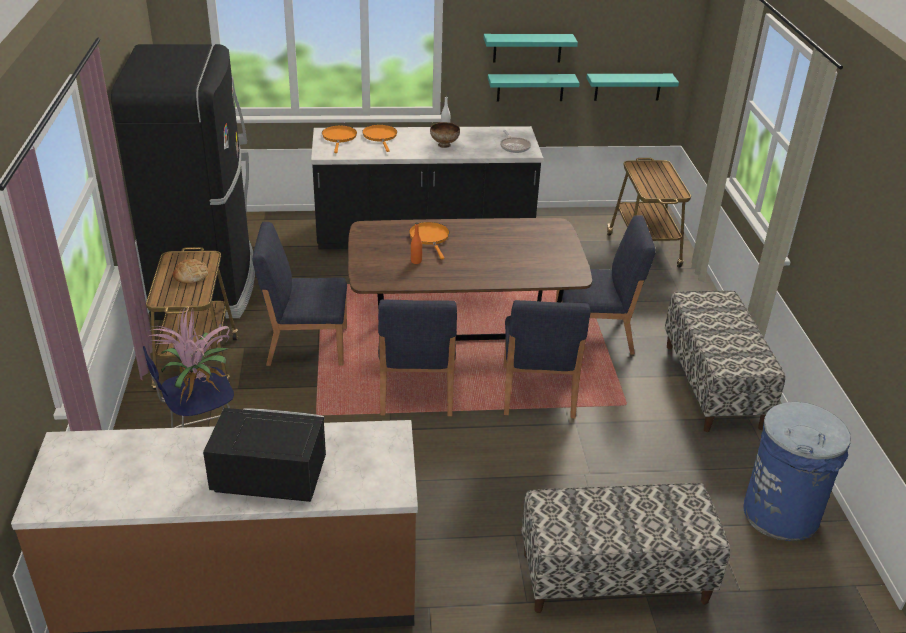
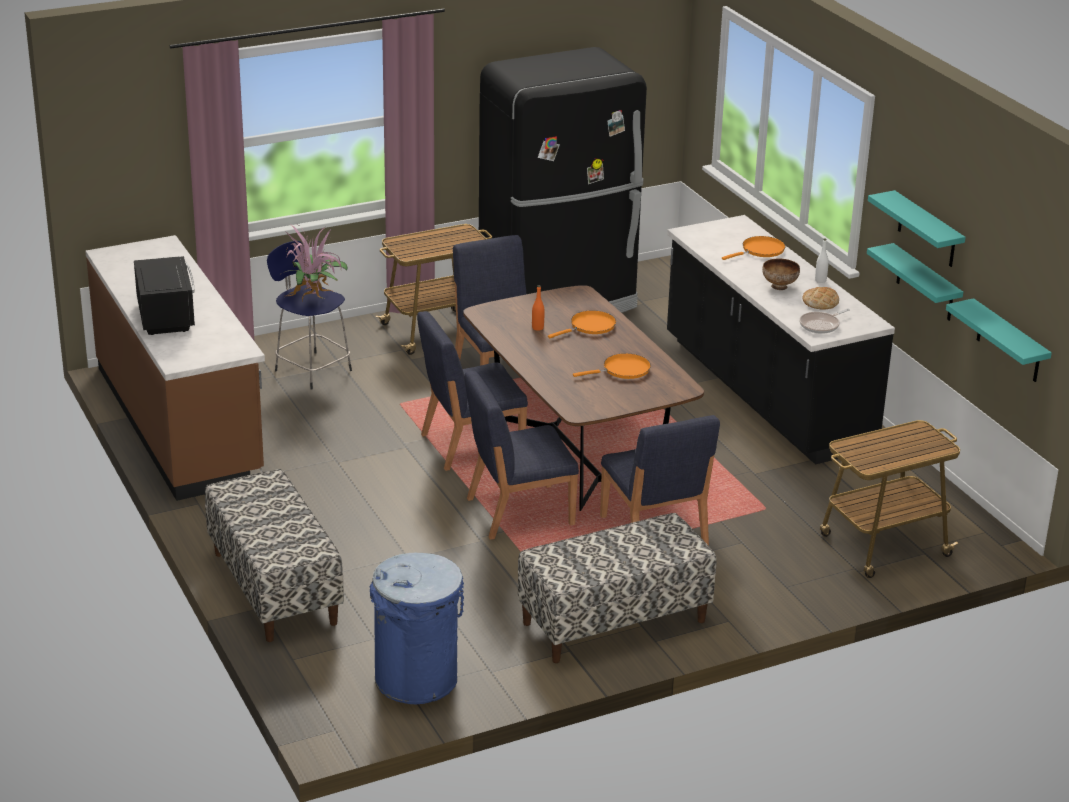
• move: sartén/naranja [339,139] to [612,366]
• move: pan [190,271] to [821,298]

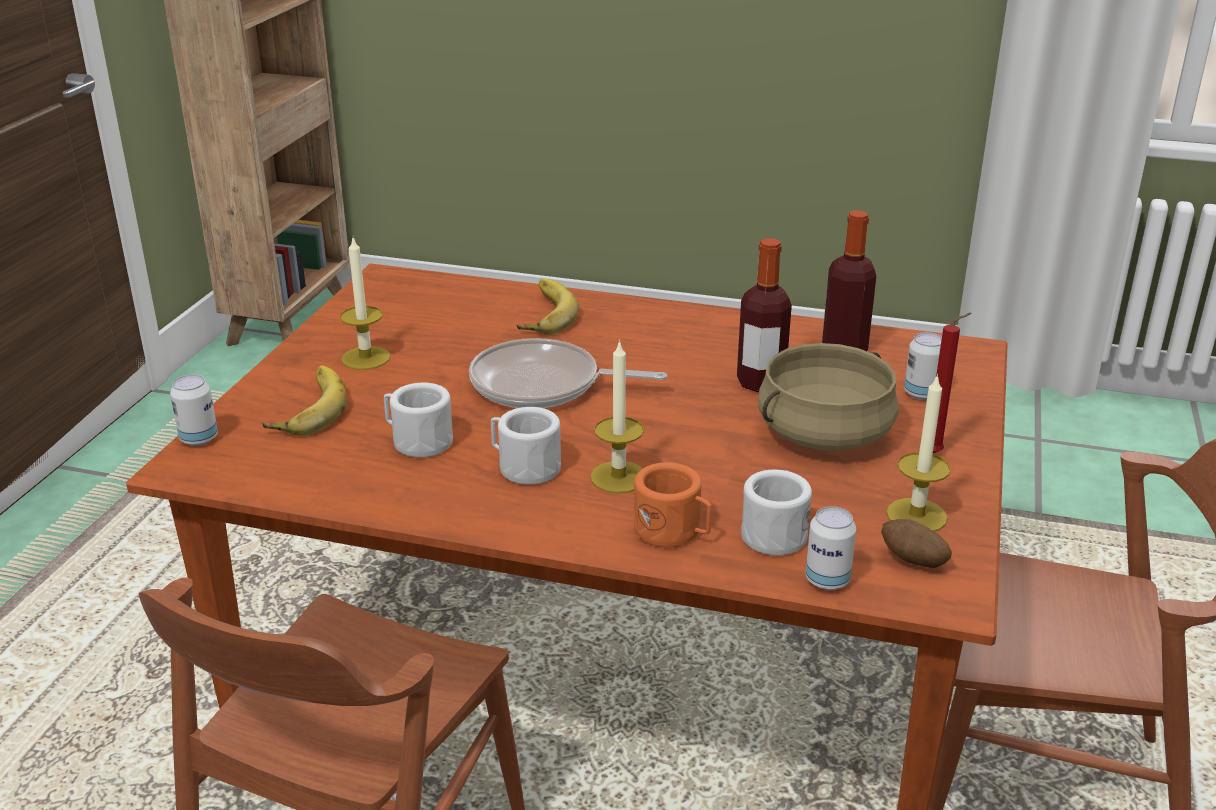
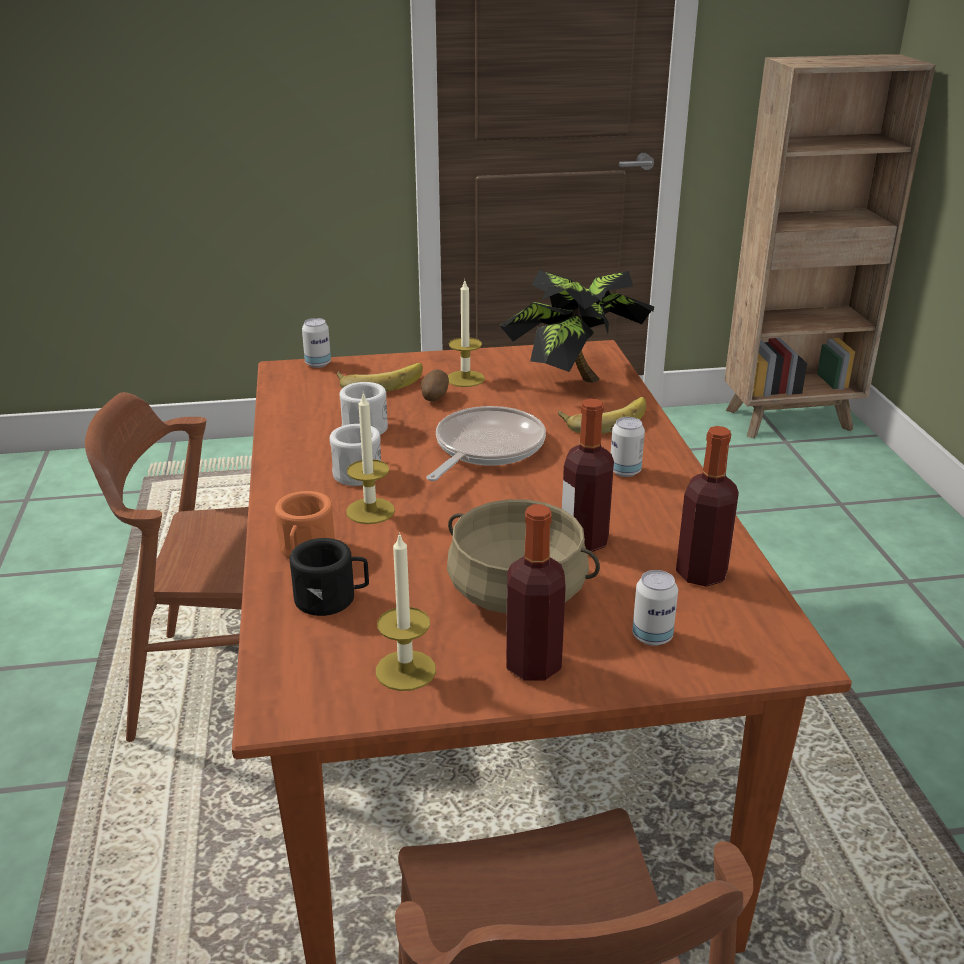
• recolor: taza grande/blanco [776,513] to taza grande/negro [329,577]
• move: patata [916,543] to [435,385]
• rotate: sartén [568,373] = [486,443] 45 degrees clockwise
• insert: planta en maceta [576,326]
• replace: vela/rojo [952,383] to botella [536,592]
• move: lata [830,548] to [628,447]

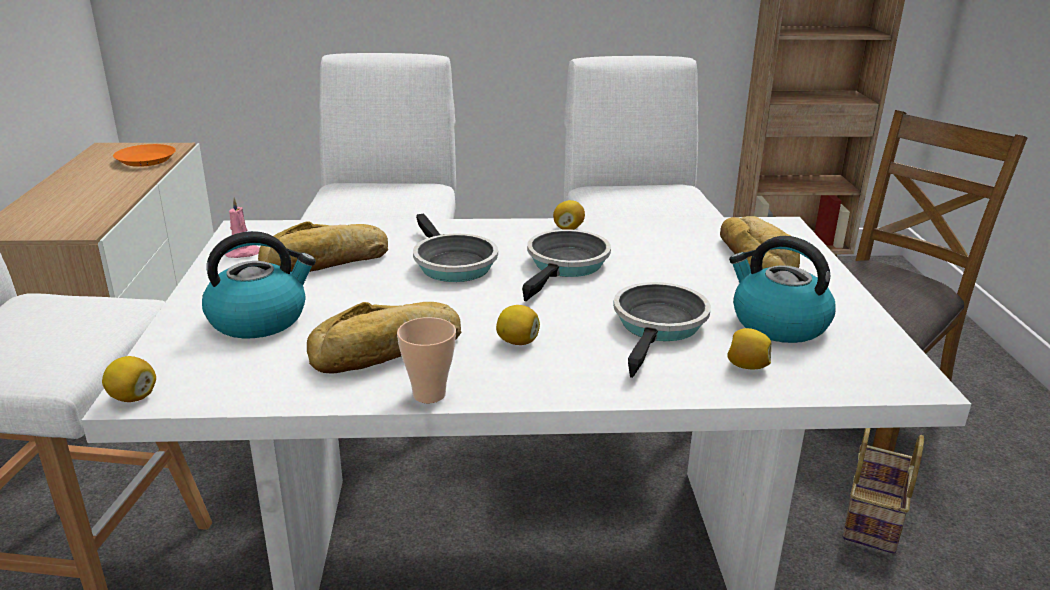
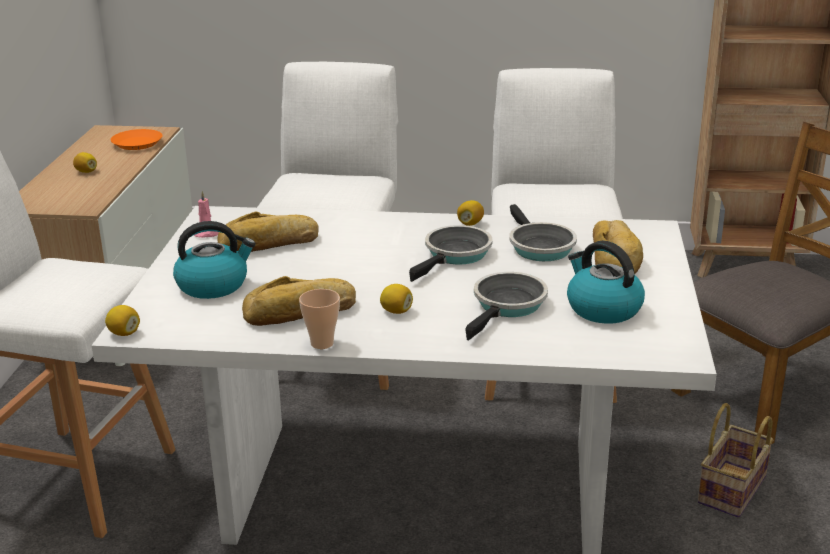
• move: limón [749,348] to [85,162]
• move: sartén [455,248] to [543,232]

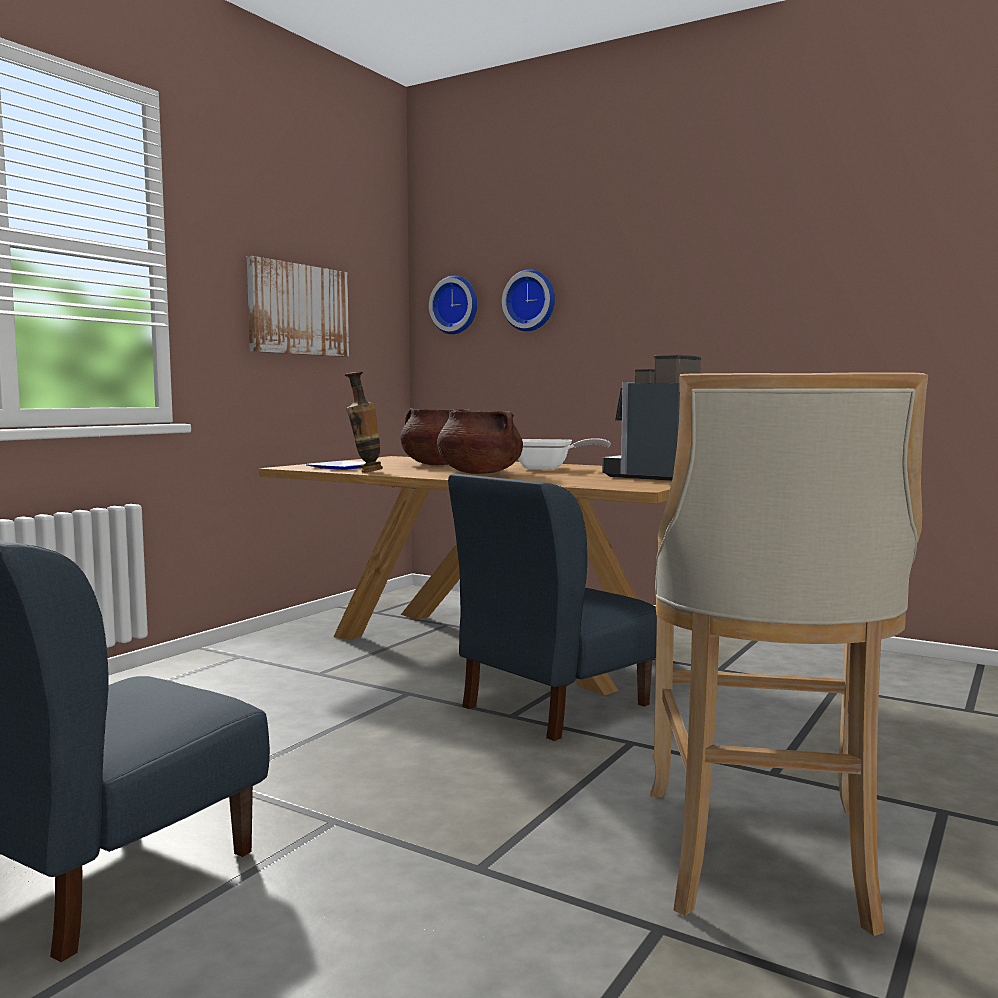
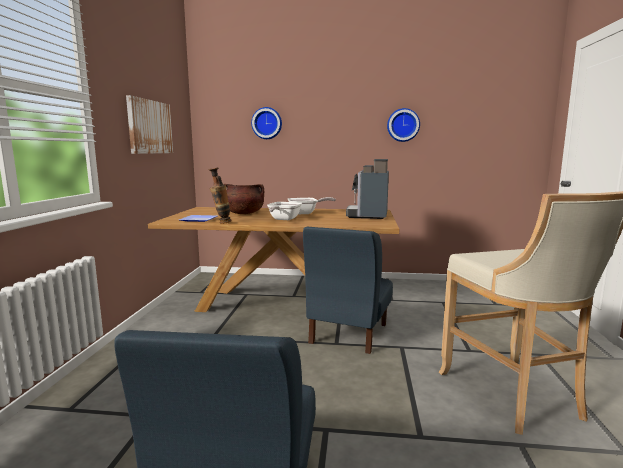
• replace: olla/marrón [480,442] to sartén [284,211]
• move: reloj de pared [453,305] to [403,125]

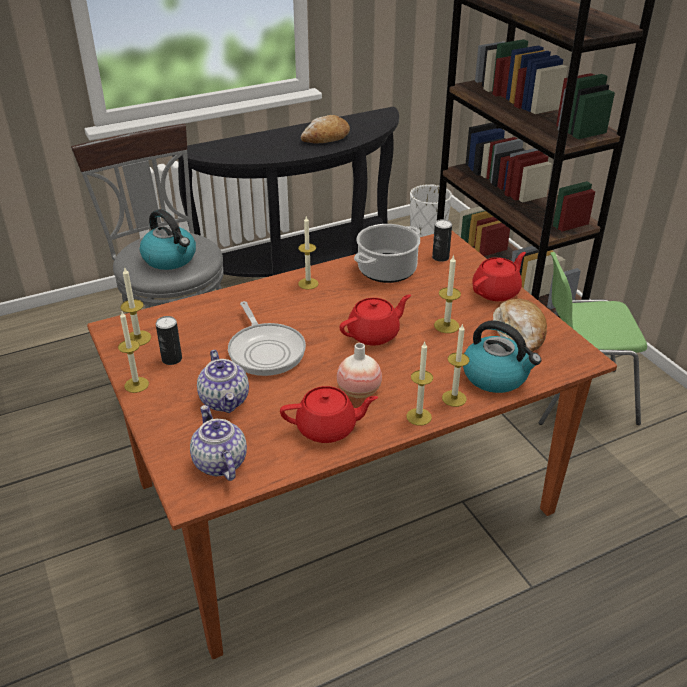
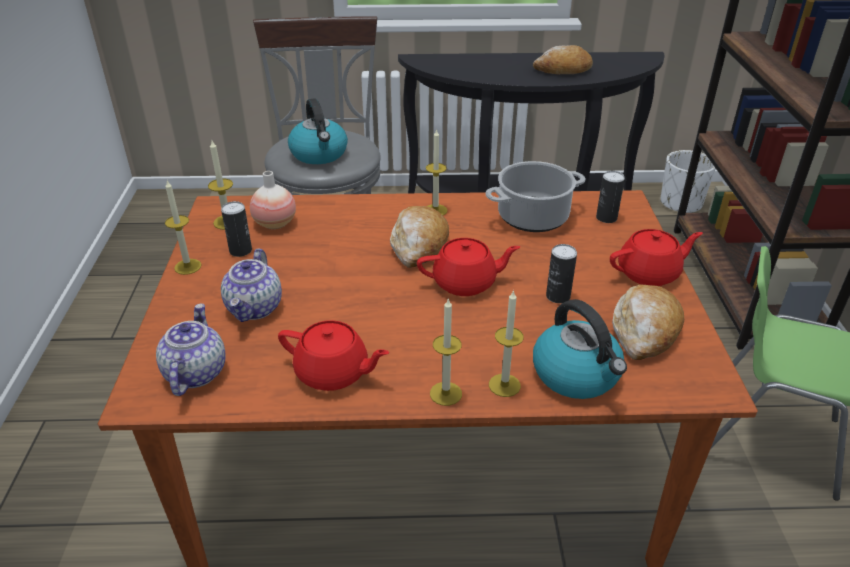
• move: florero [359,370] to [273,200]
• insert: pan [419,237]
• replace: vela [447,294] to lata [561,273]
• delete: sartén [267,338]

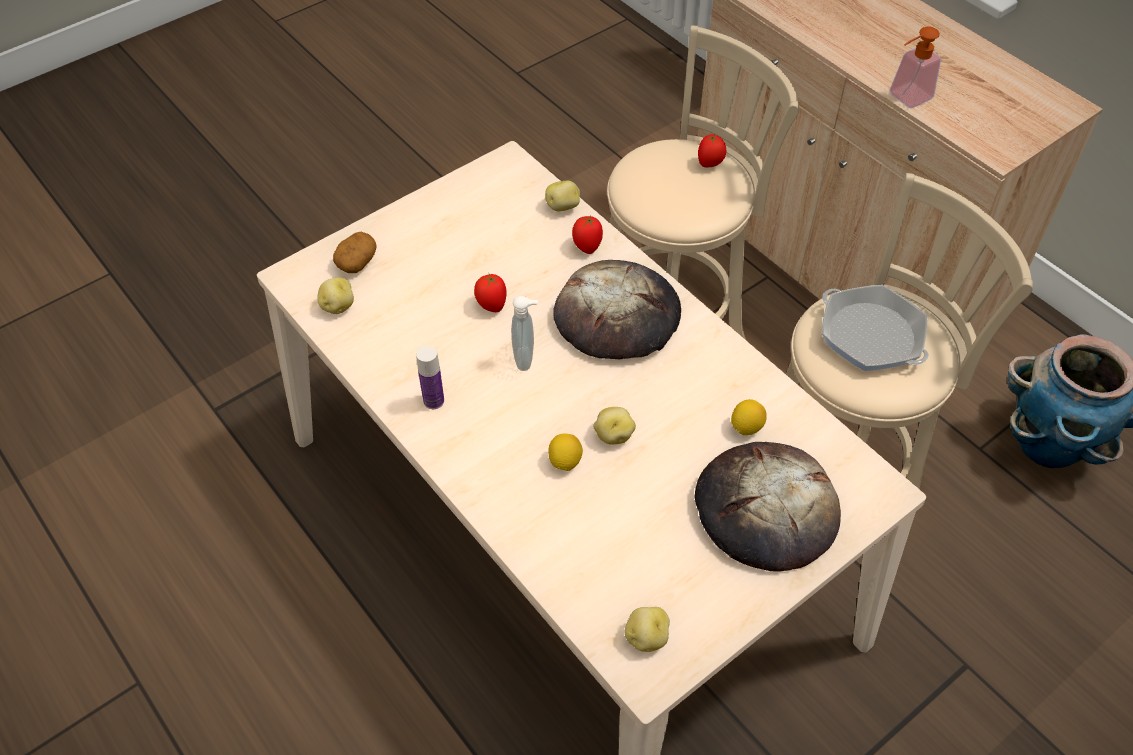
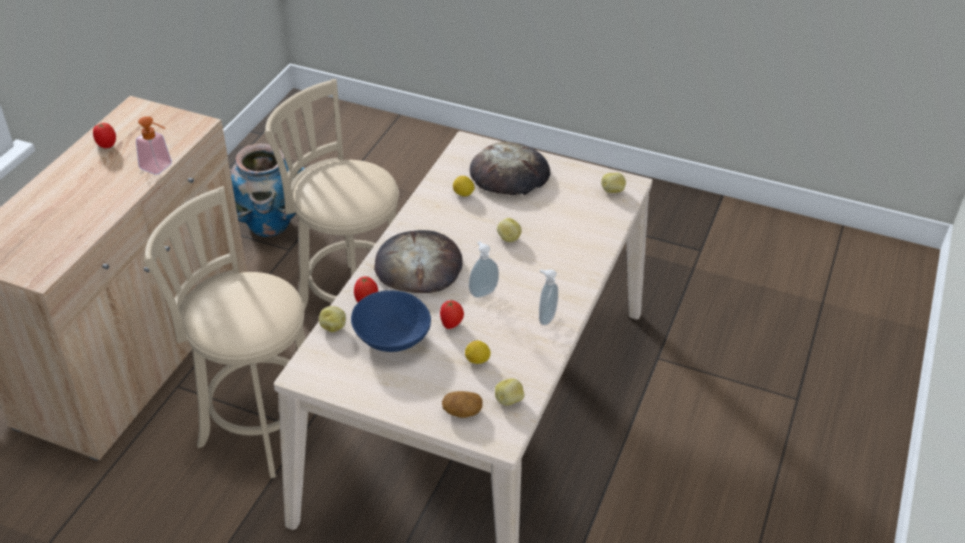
• move: tomate [712,150] to [104,135]
• insert: cuenco/azul [391,321]
• move: limón [565,452] to [478,352]
• replace: botella [430,377] to dispensador de jabón [548,297]
• delete: sartén [875,328]

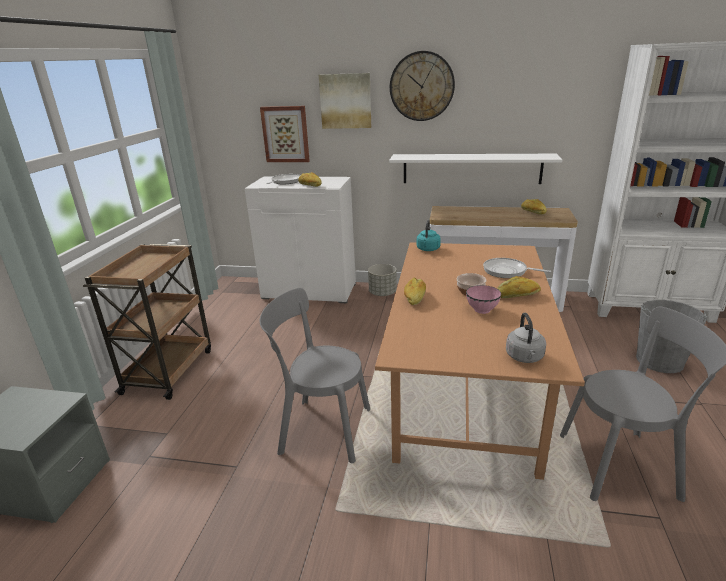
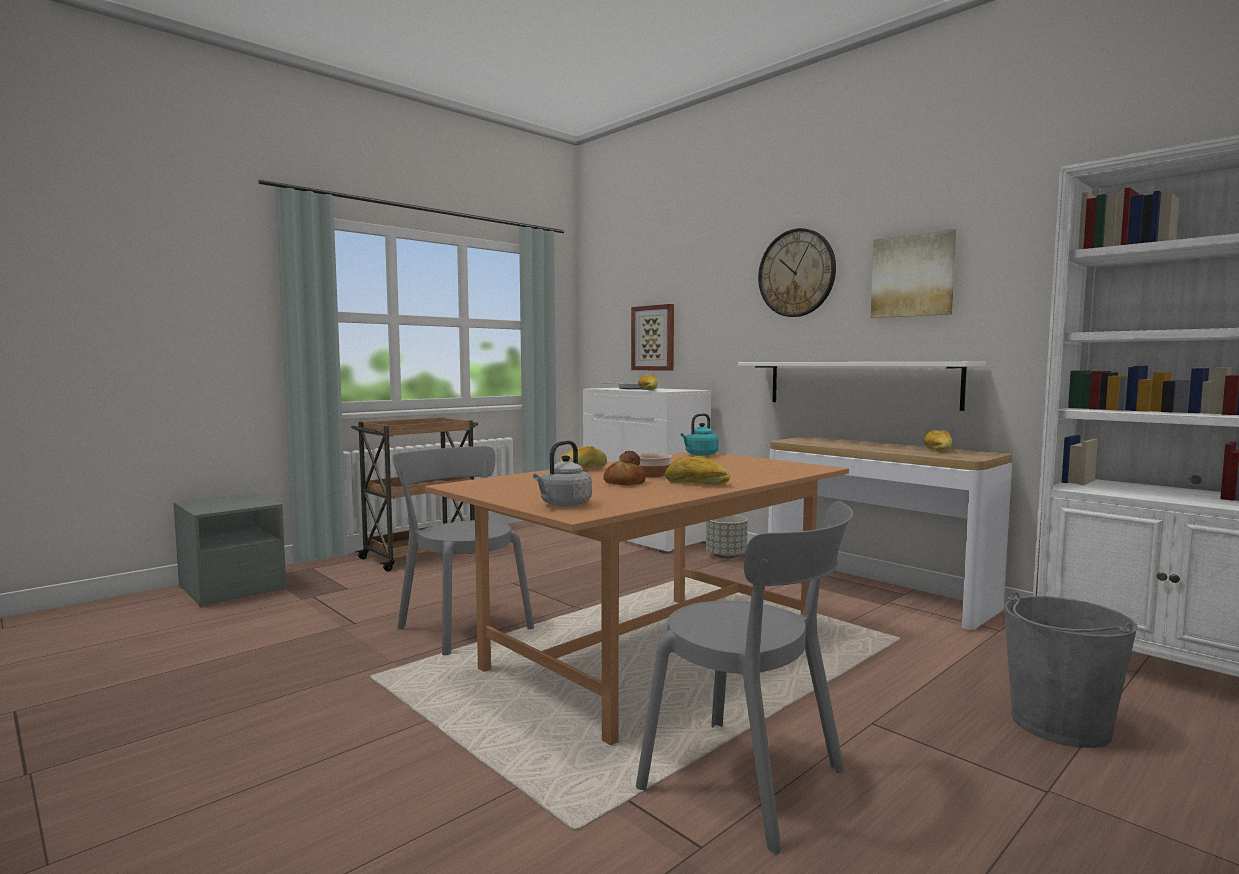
• replace: cuenco/rosa [483,299] to pan [624,468]
• move: cuadro [345,101] to [913,273]
• delete: sartén [517,268]

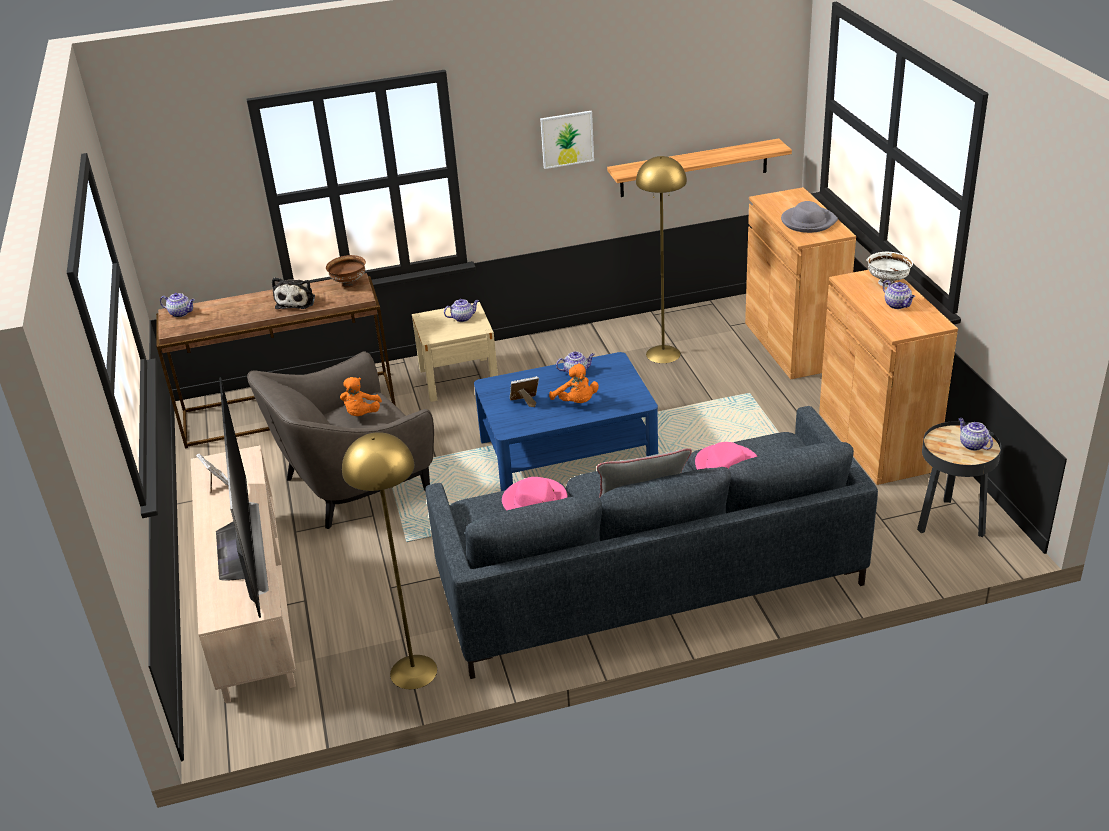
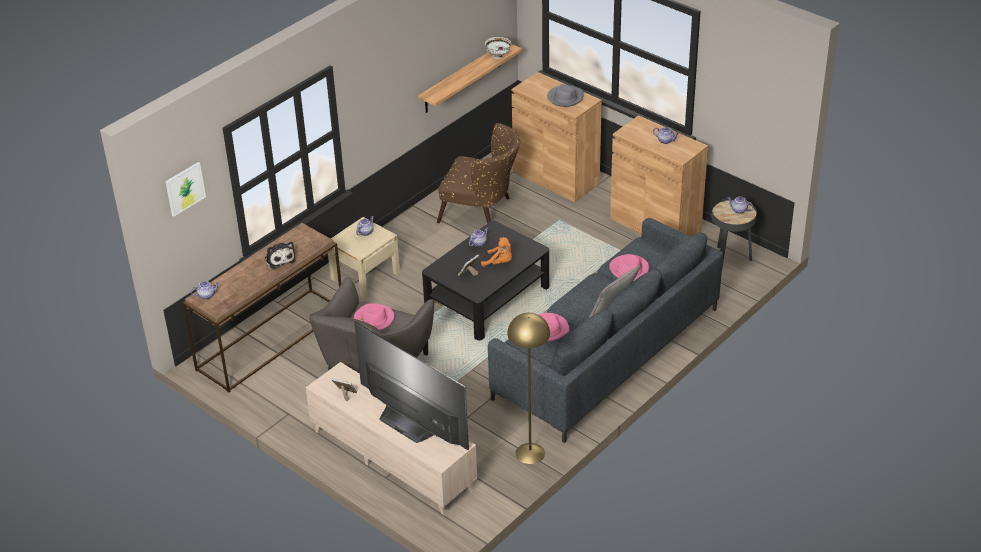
• move: cuadro [567,140] to [185,189]
• replace: peluche/naranja [361,396] to sombrero/rosa [374,316]
• recolor: mesa de centro/azul [566,421] to mesa de centro/negro [485,280]
• replace: lámpara de pie/amarillo [661,259] to sillón/marrón [478,173]
• move: cuenco/blanco [890,269] to [498,48]
• delete: cuenco/marrón [346,271]

